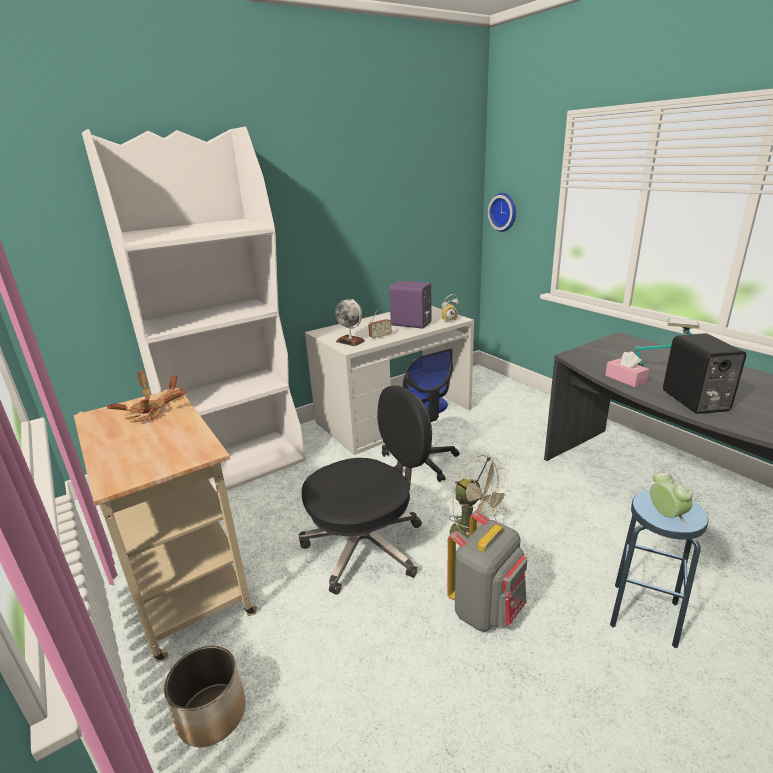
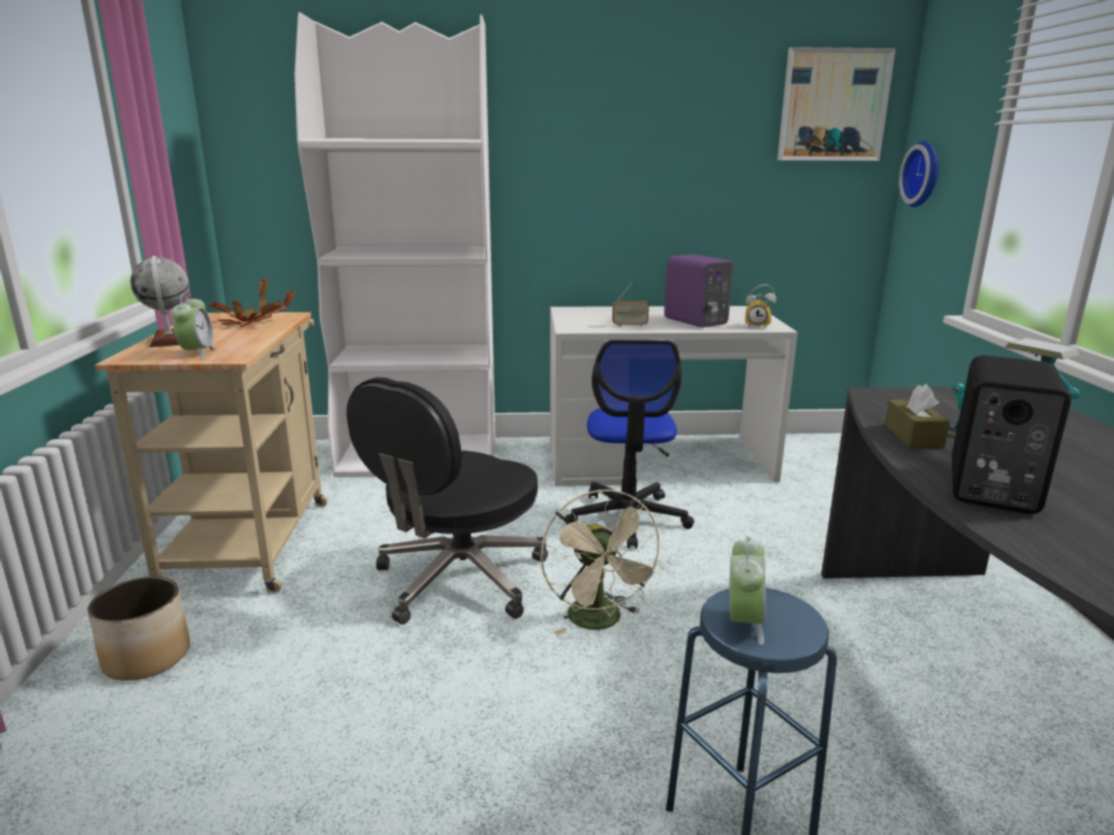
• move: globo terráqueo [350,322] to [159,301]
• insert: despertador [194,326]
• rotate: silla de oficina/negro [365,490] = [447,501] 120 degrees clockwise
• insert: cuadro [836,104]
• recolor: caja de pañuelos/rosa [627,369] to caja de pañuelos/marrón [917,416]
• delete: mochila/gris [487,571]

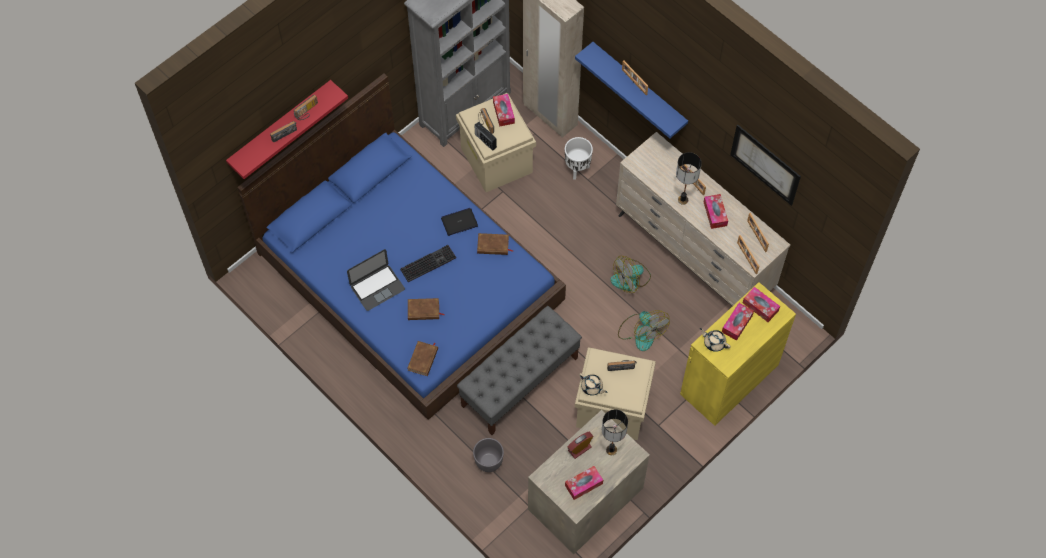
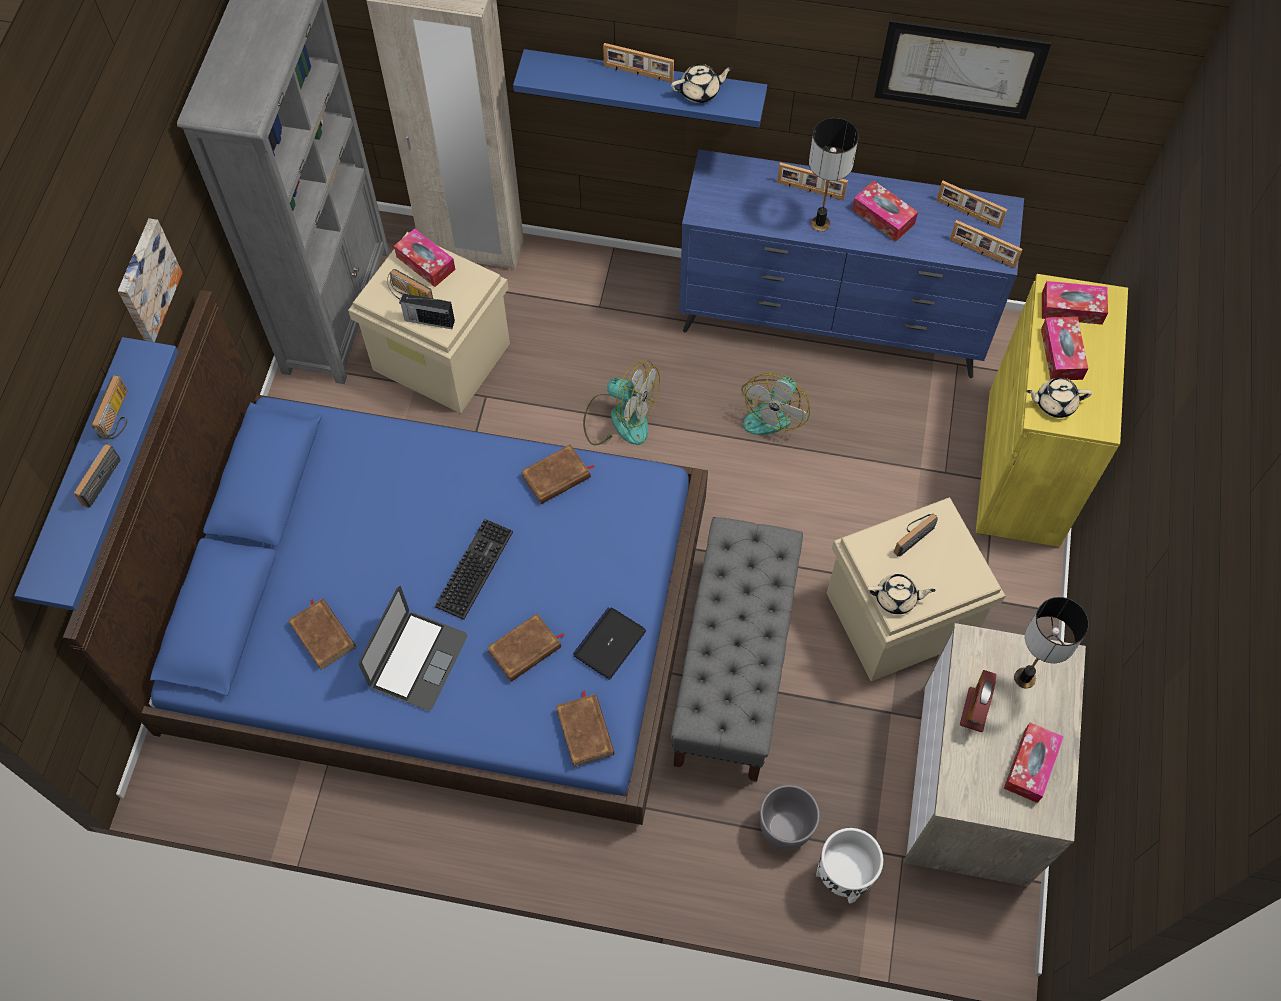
• recolor: estante/rojo [287,129] to estante/azul [96,474]
• insert: cuadro [150,280]
• insert: libro/marrón [322,634]
• move: portátil [459,222] to [609,643]
• move: ventilador [644,330] to [621,403]
• insert: tetera/beis [702,83]
• recolor: cómoda/beis [703,219] to cómoda/azul [851,264]
• move: maceta/blanco [579,158] to [849,866]

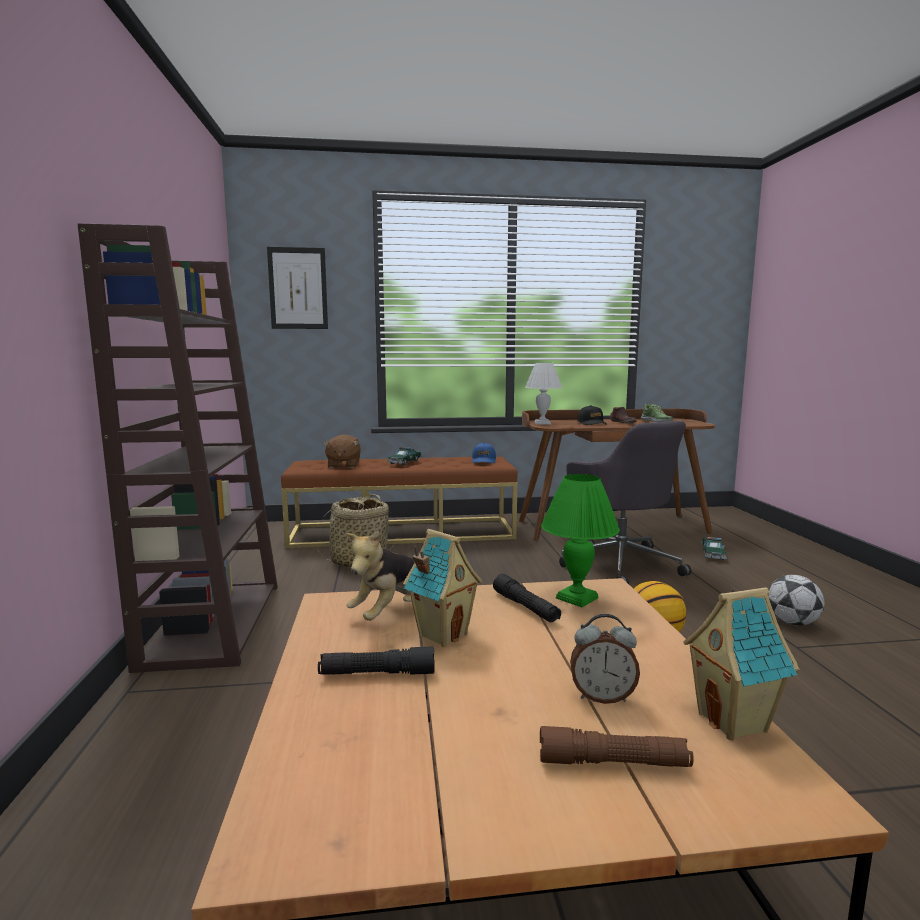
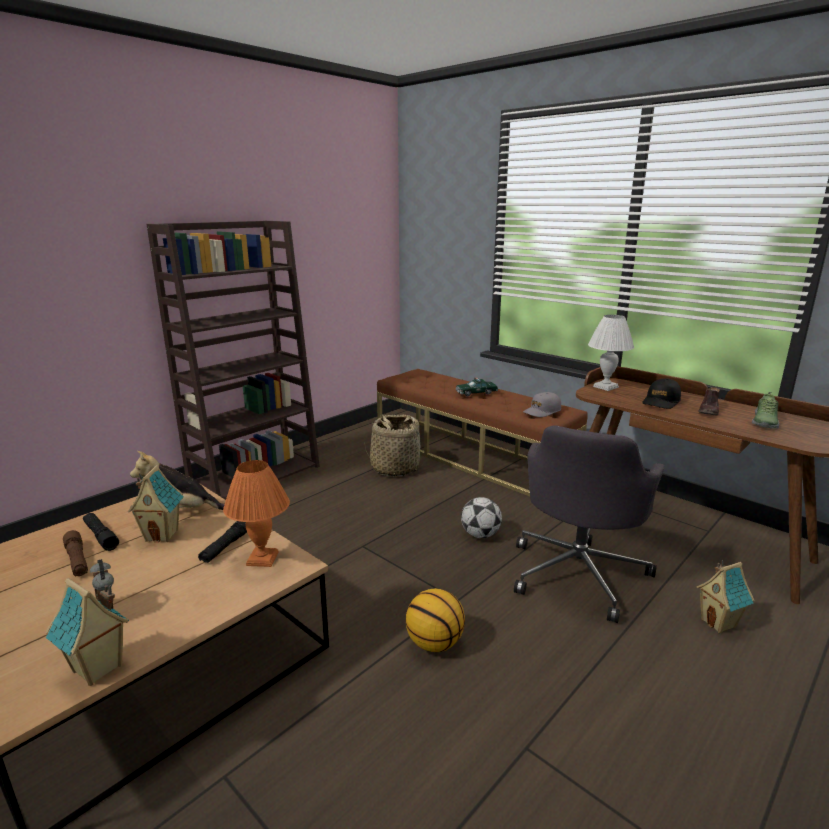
• move: linterna/marrón [617,746] to [75,553]
• recolor: lámpara de mesa/verde [580,540] to lámpara de mesa/naranja [256,513]
• move: balón de fútbol [796,600] to [481,517]
• recolor: gorra/azul [484,453] to gorra/gris [542,404]
• replace: coche de juguete [714,548] to casita [726,596]
• delete: cuadro [297,288]
• delete: peluche/marrón [342,451]

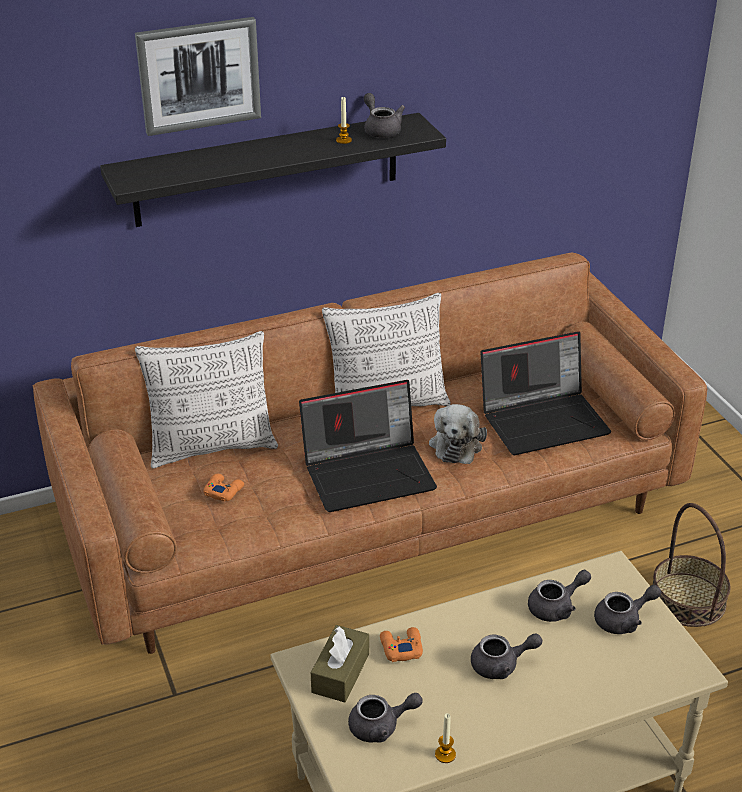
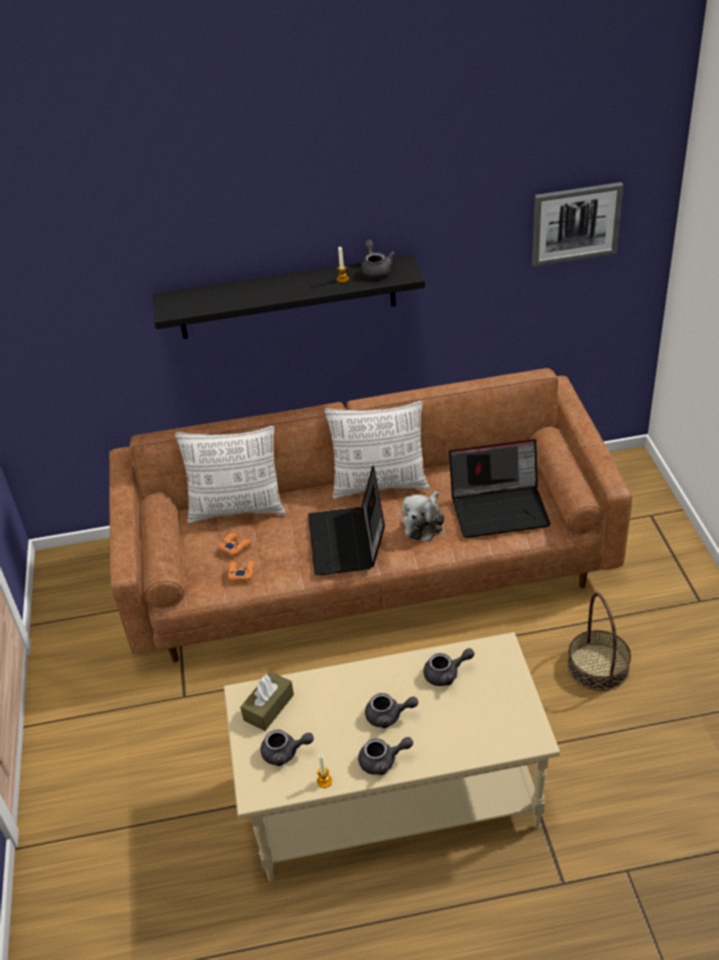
• move: mando de consola/naranja [401,644] to [241,571]
• rotate: portátil [368,446] = [346,520] 90 degrees clockwise
• move: tetera/gris [627,609] to [385,756]
• move: cuadro [198,76] to [577,224]

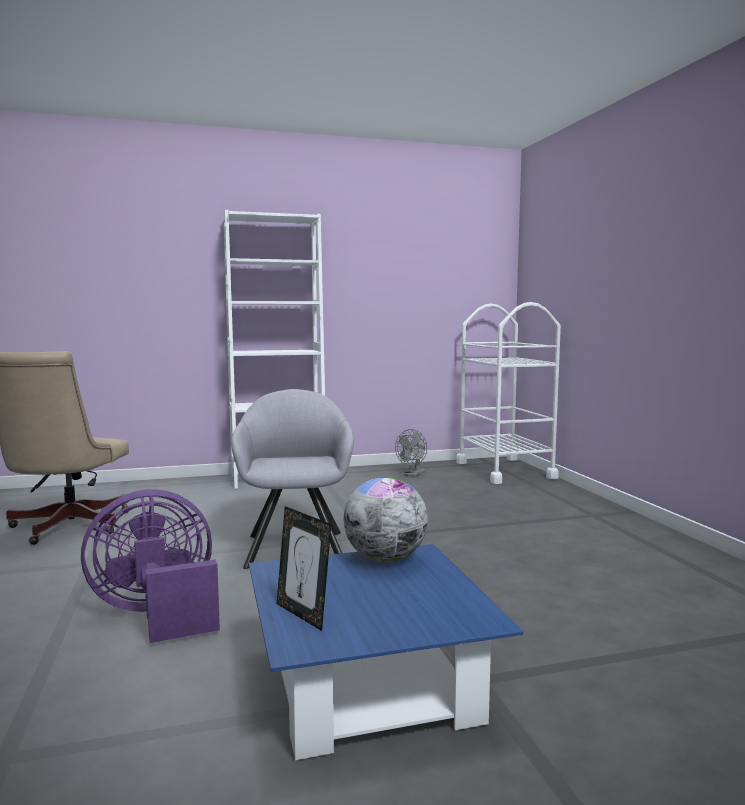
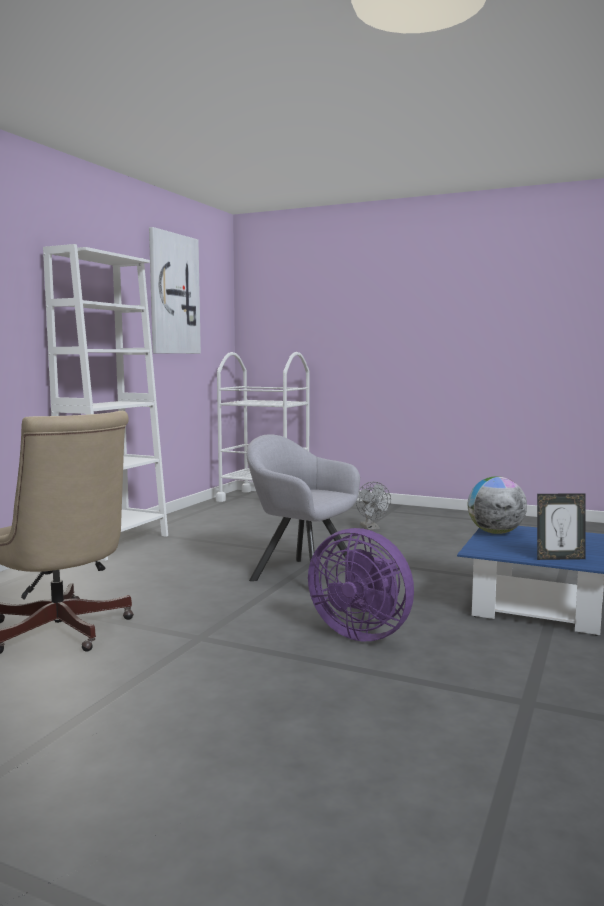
• insert: cuadro [175,290]
• rotate: ventilador/morado [150,566] = [361,584] 75 degrees counterclockwise
• move: ventilador/gris [411,453] to [373,506]

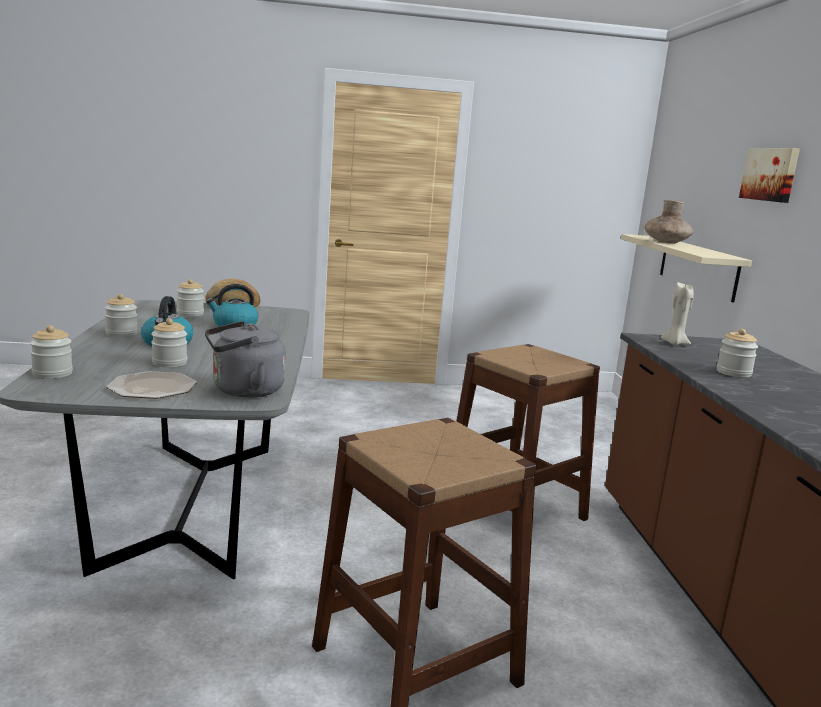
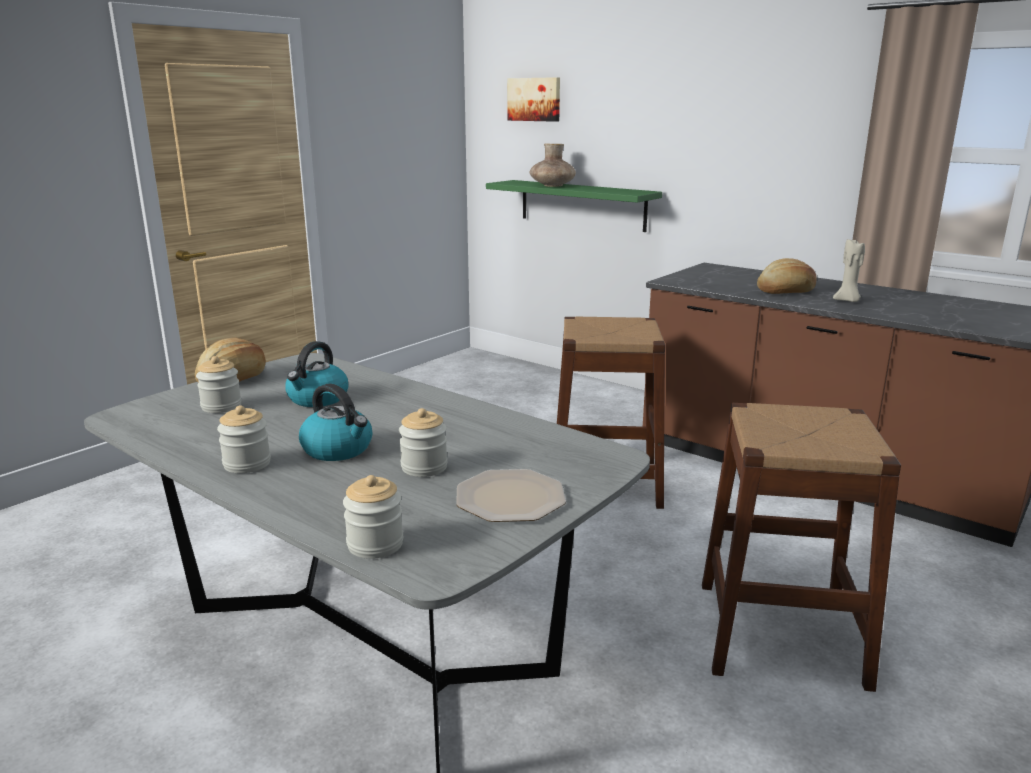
• recolor: estante/beis [686,268] to estante/verde [574,206]
• move: cuadro [769,175] to [533,99]
• replace: tarro [737,353] to pan [787,276]
• move: vela/beis [677,313] to [849,270]
• delete: hervidor/gris [245,359]

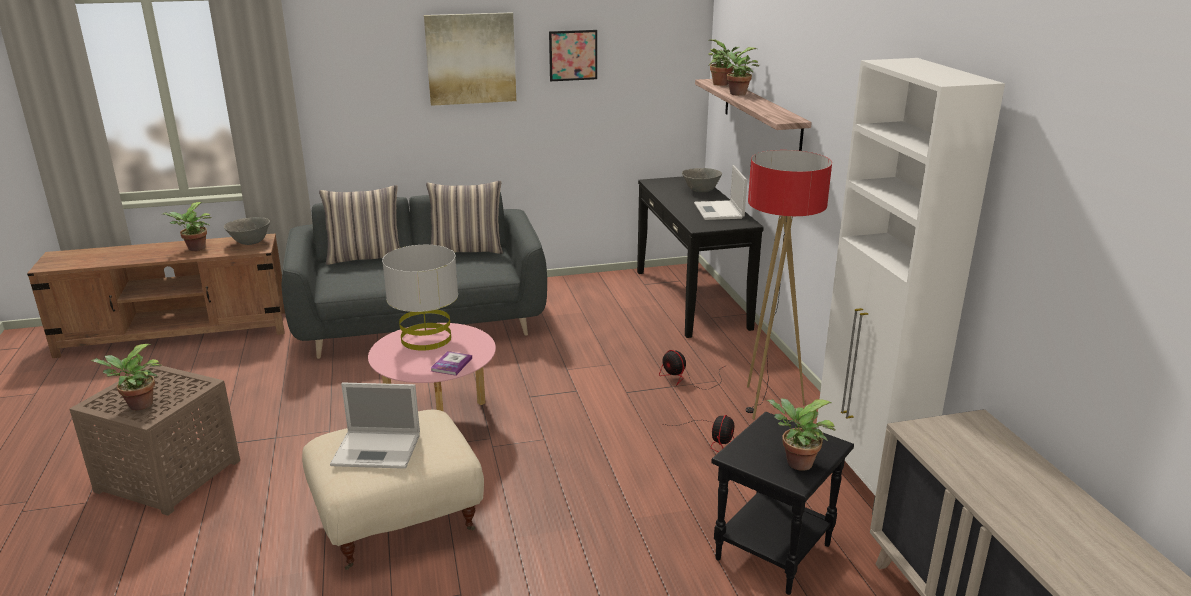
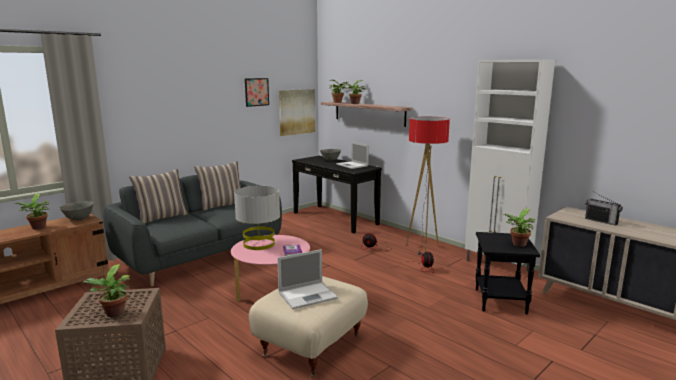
• move: cuadro [470,59] to [297,112]
• insert: radio [604,208]

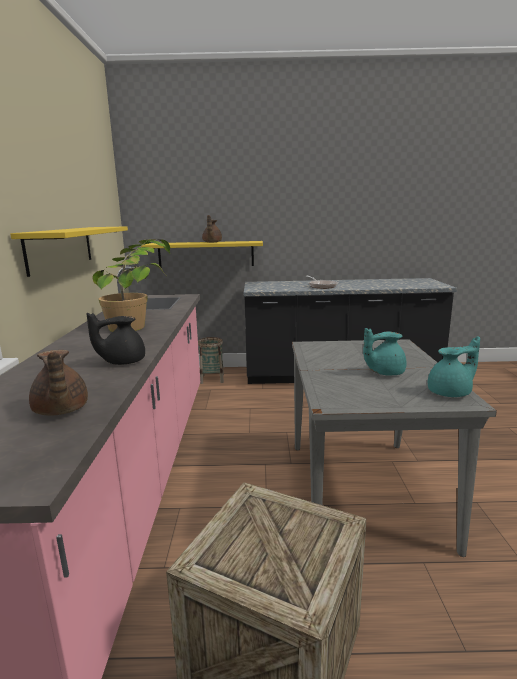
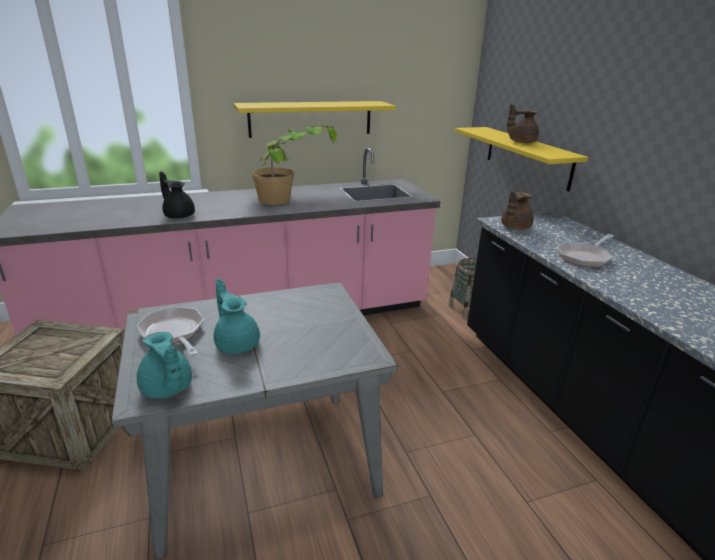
• insert: sartén [170,331]
• move: tetera/marrón [58,383] to [517,210]

